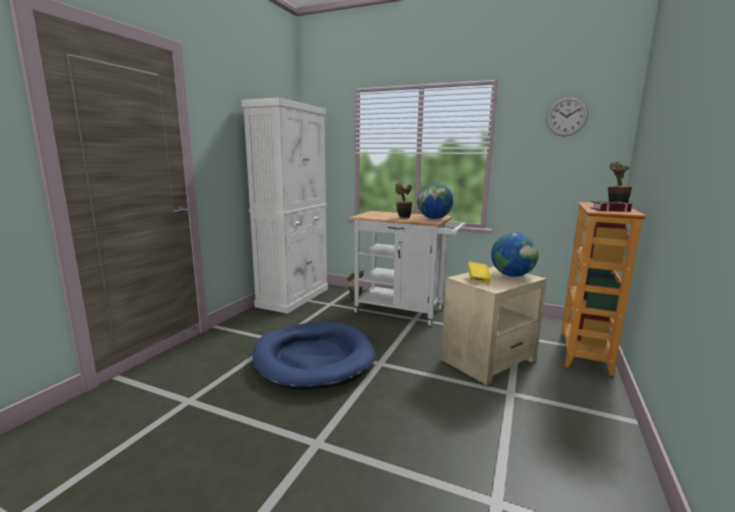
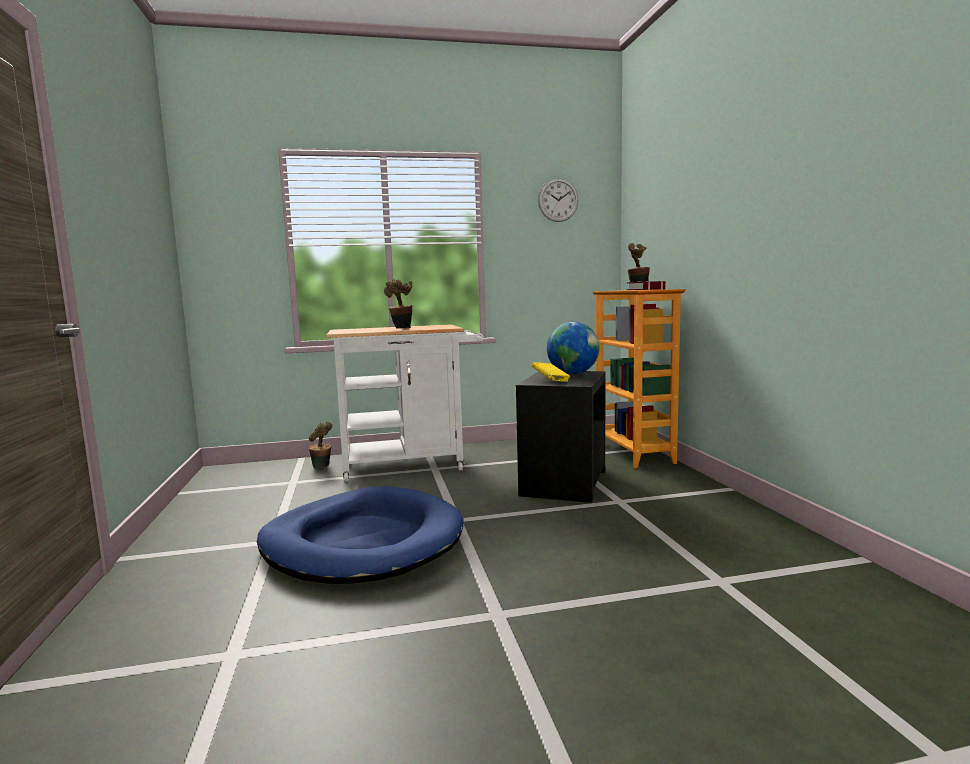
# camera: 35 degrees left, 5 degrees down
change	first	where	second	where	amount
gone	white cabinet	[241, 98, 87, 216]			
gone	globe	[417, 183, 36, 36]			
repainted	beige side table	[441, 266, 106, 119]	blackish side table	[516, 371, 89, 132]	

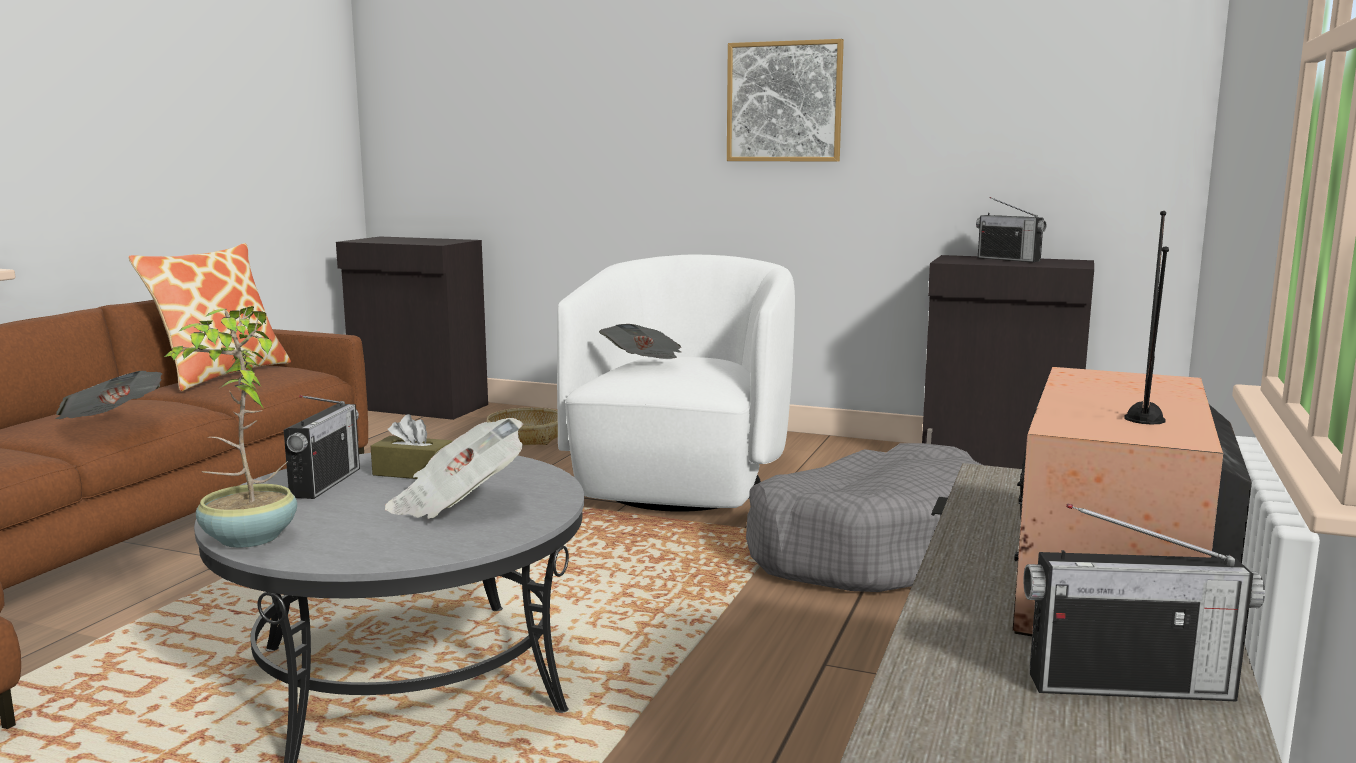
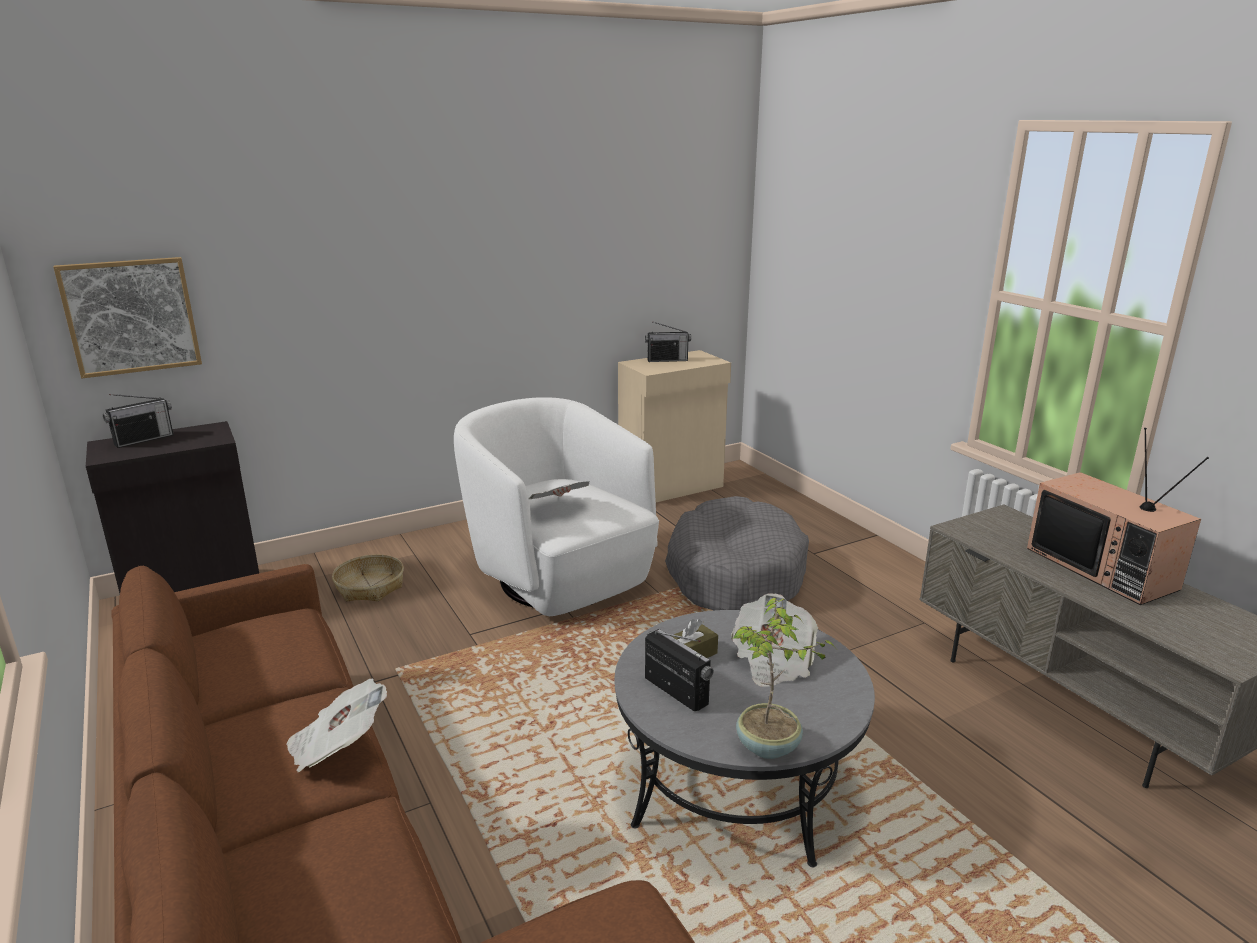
# camera: 50 degrees left, 10 degrees up
change	first	where	second	where	amount
shifted	picture	[727, 39, 117, 123]		[54, 257, 148, 121]	
gone	pillow	[128, 243, 163, 148]			
repainted	blackish cabinet	[922, 255, 172, 214]	beige cabinet	[618, 350, 113, 152]	
shifted	radio set	[1023, 504, 242, 198]		[103, 394, 71, 54]	

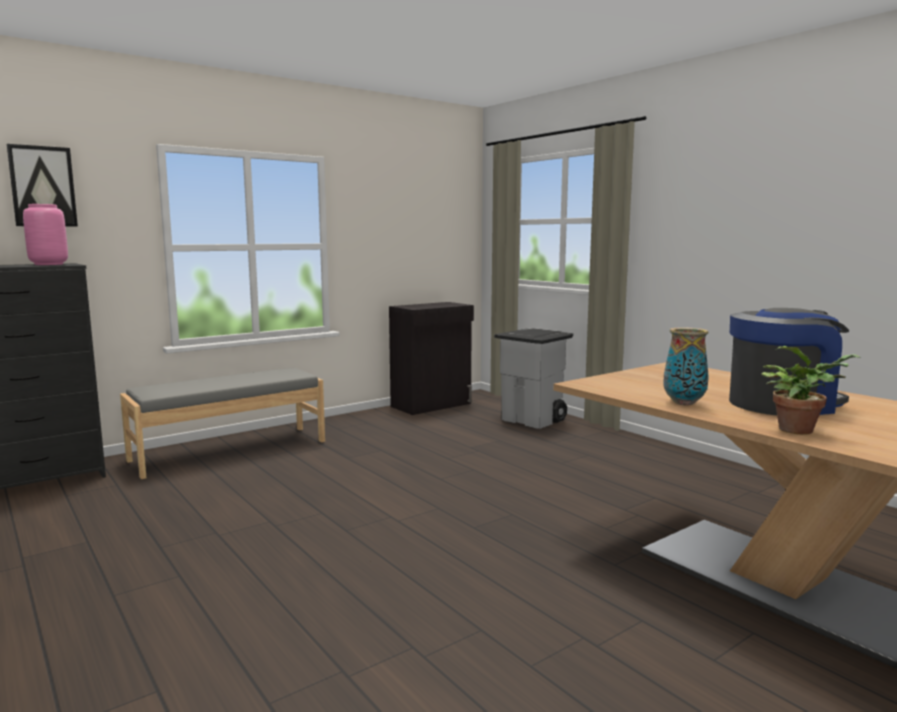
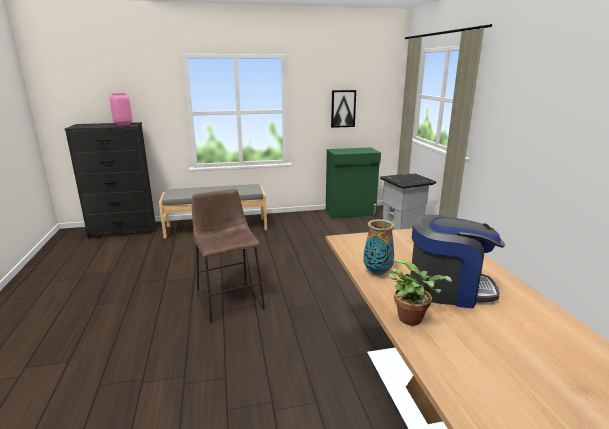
# camera: 25 degrees right, 10 degrees up
change	first	where	second	where	amount
shifted	picture	[7, 144, 71, 83]		[331, 90, 25, 38]	
repainted	blackish cabinet	[389, 302, 85, 113]	green-coloured cabinet	[326, 147, 55, 72]	
new			brown-coloured stool	[192, 189, 73, 134]	

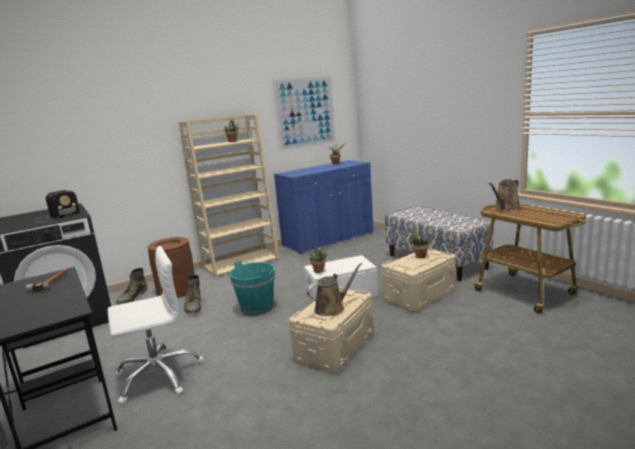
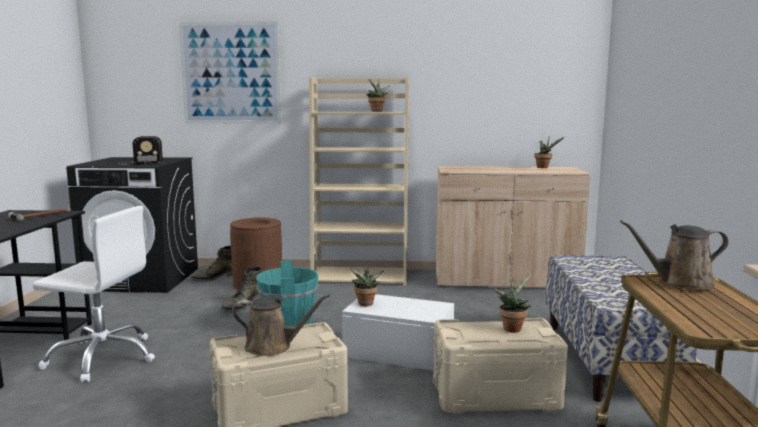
# camera: 35 degrees right, 5 degrees down
change	first	where	second	where	amount
shifted	picture	[272, 76, 64, 75]		[179, 21, 102, 103]	
repainted	blue cabinet	[274, 160, 100, 94]	beige cabinet	[436, 166, 154, 121]	

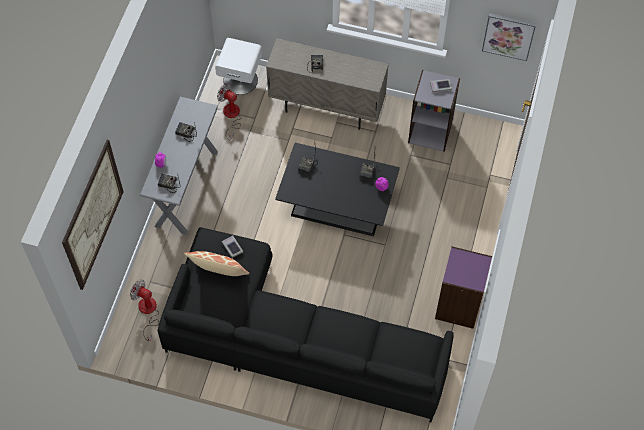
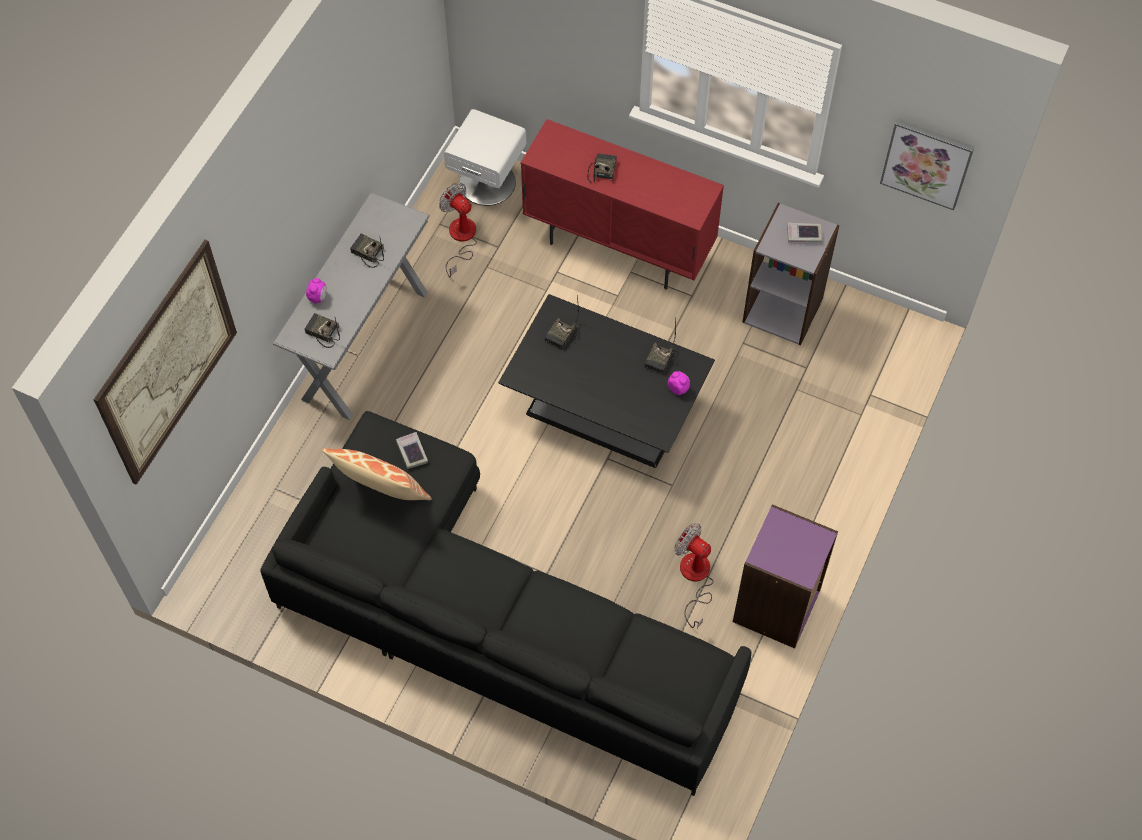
# camera: 10 degrees right, 0 degrees up
change	first	where	second	where	amount
repainted	beige cabinet	[266, 38, 123, 92]	red cabinet	[520, 119, 204, 171]	
shifted	cooling fan	[130, 280, 29, 62]		[674, 523, 40, 106]	

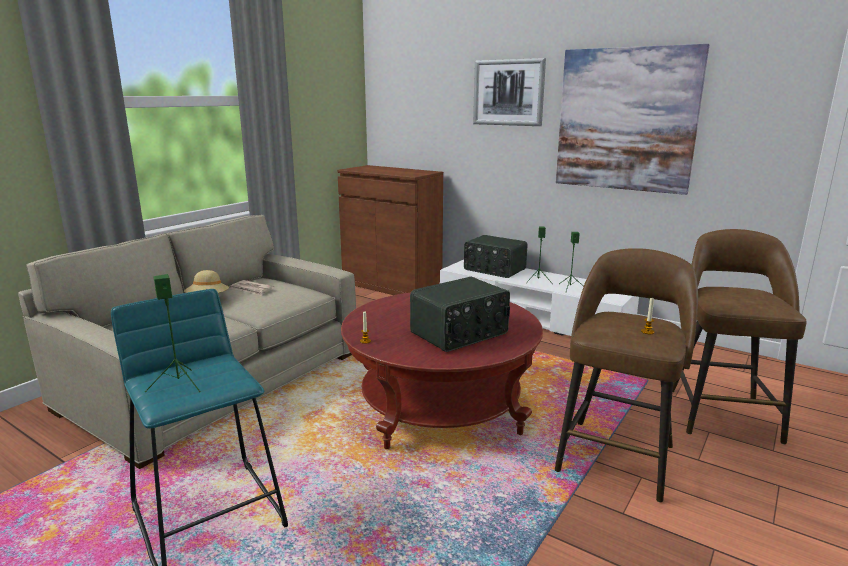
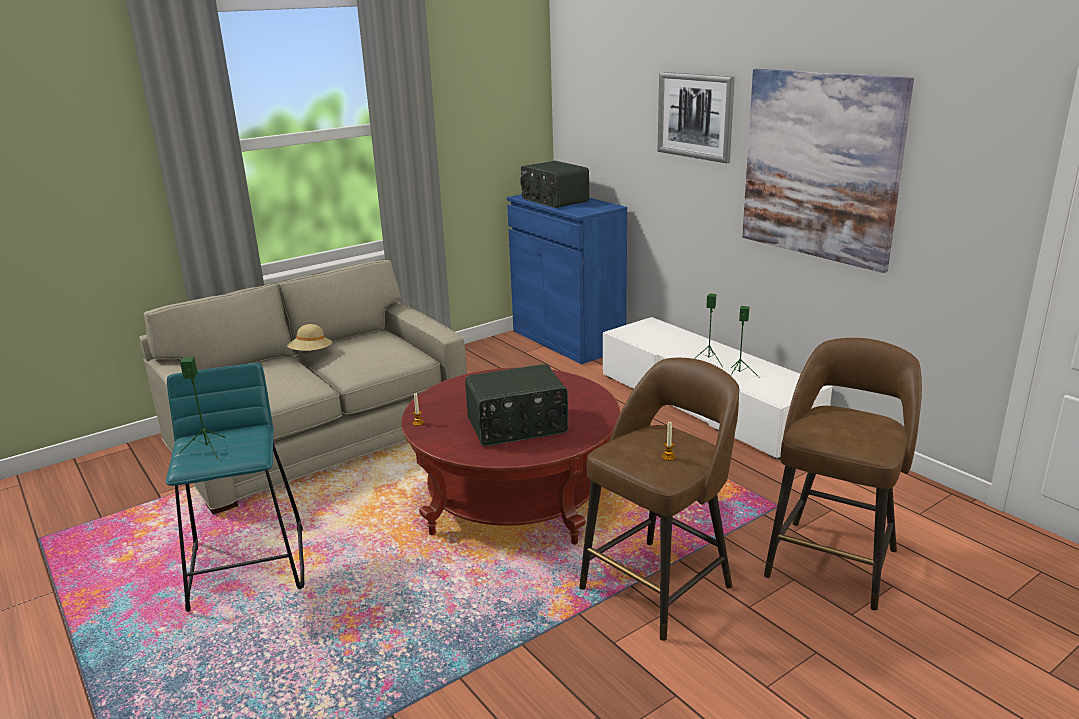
# camera: 20 degrees right, 5 degrees up
change	first	where	second	where	amount
repainted	brown-coloured cabinet	[337, 165, 106, 130]	blue cabinet	[507, 194, 120, 170]	
shifted	radio set	[464, 235, 63, 43]		[520, 161, 69, 47]	
gone	printed paper	[230, 280, 44, 16]			

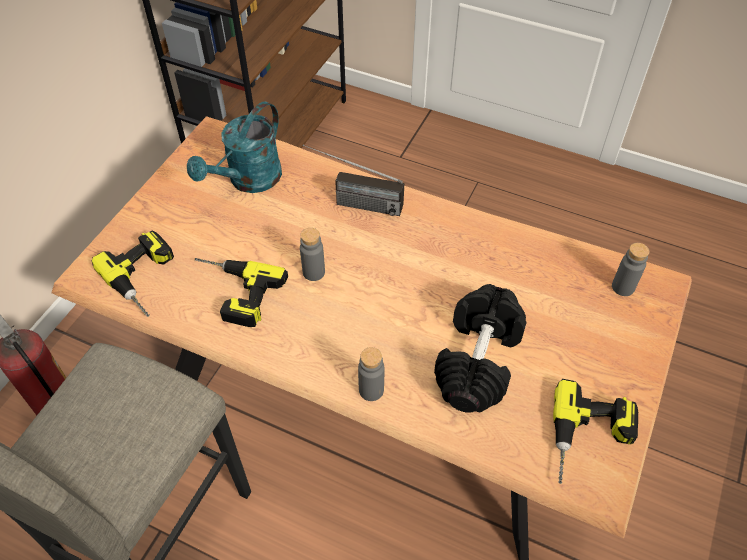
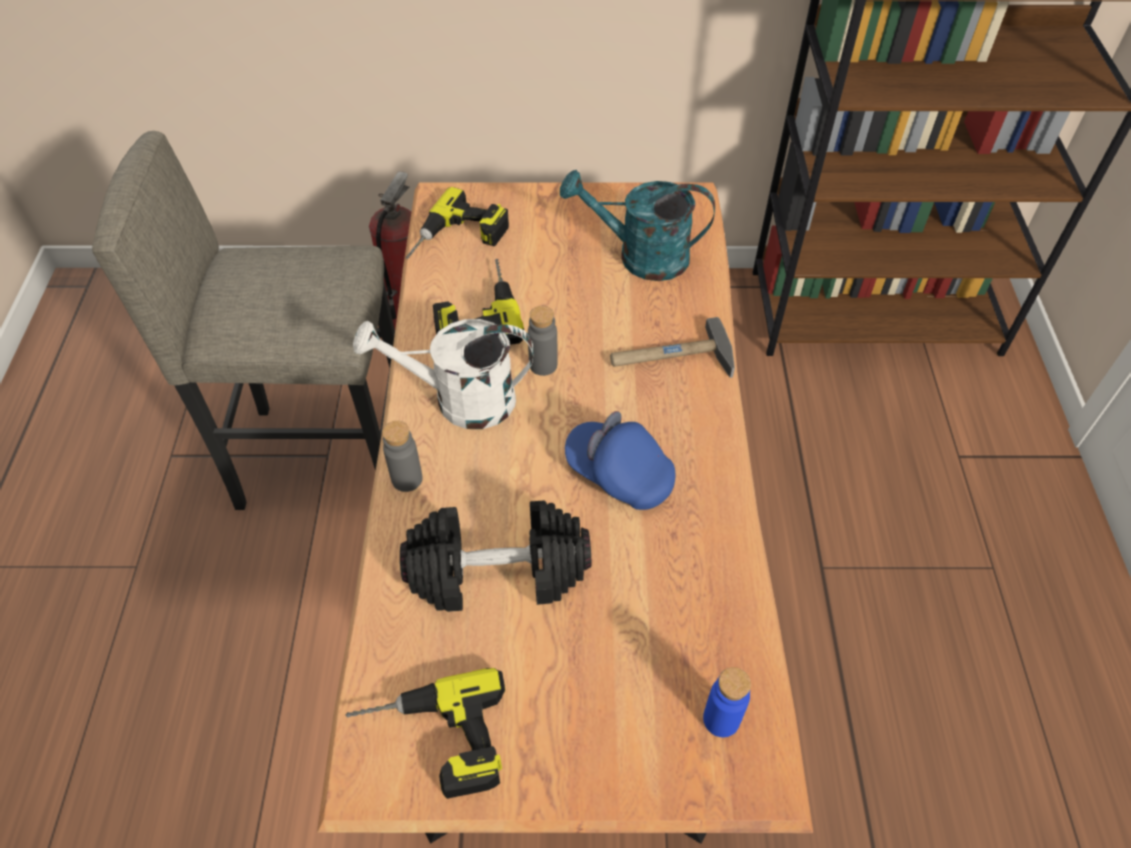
# camera: 65 degrees right, 0 degrees up
change	first	where	second	where	amount
swapped	radio set	[303, 145, 101, 71]	hand hammer	[610, 317, 125, 61]	
repainted	greyish bottle	[612, 243, 37, 53]	blue bottle	[703, 667, 48, 70]	
new			white watering can	[353, 319, 181, 110]	
new			blue peaked cap	[565, 411, 110, 99]	

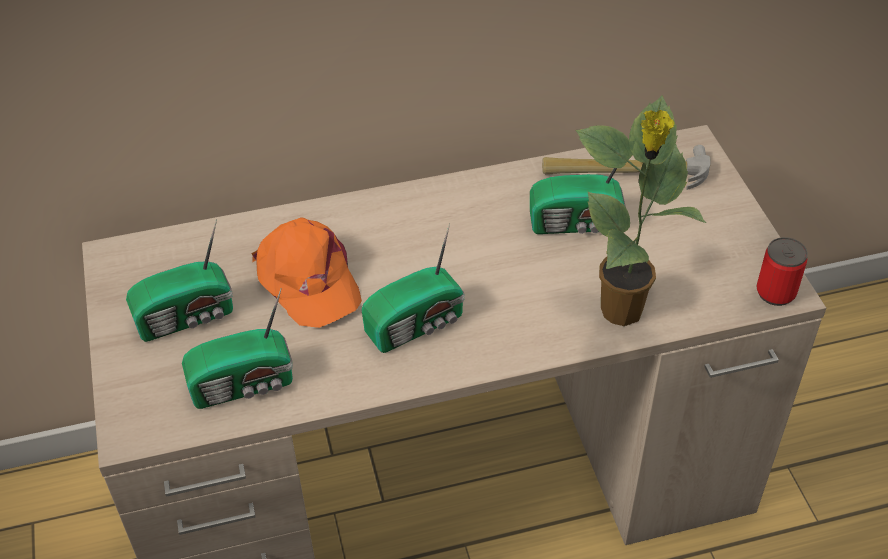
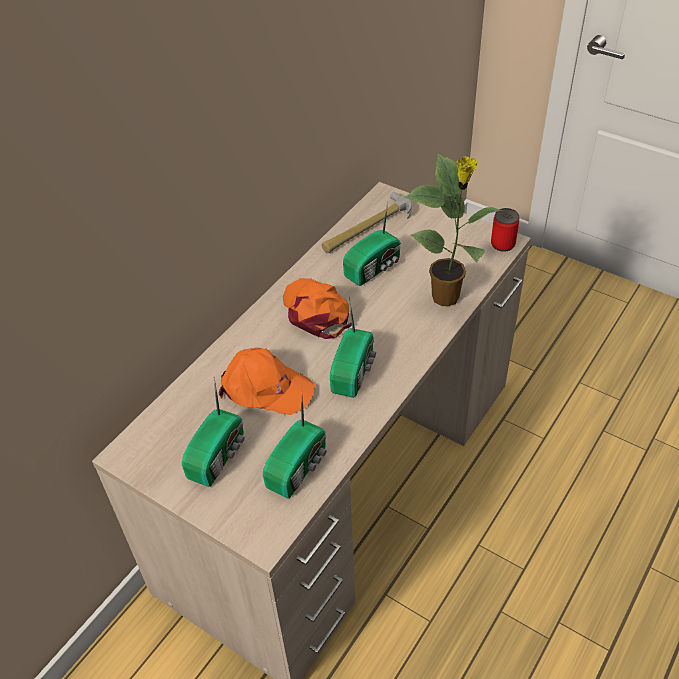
# camera: 40 degrees left, 0 degrees up
change	first	where	second	where	amount
new			orangey peaked cap	[283, 278, 69, 61]	

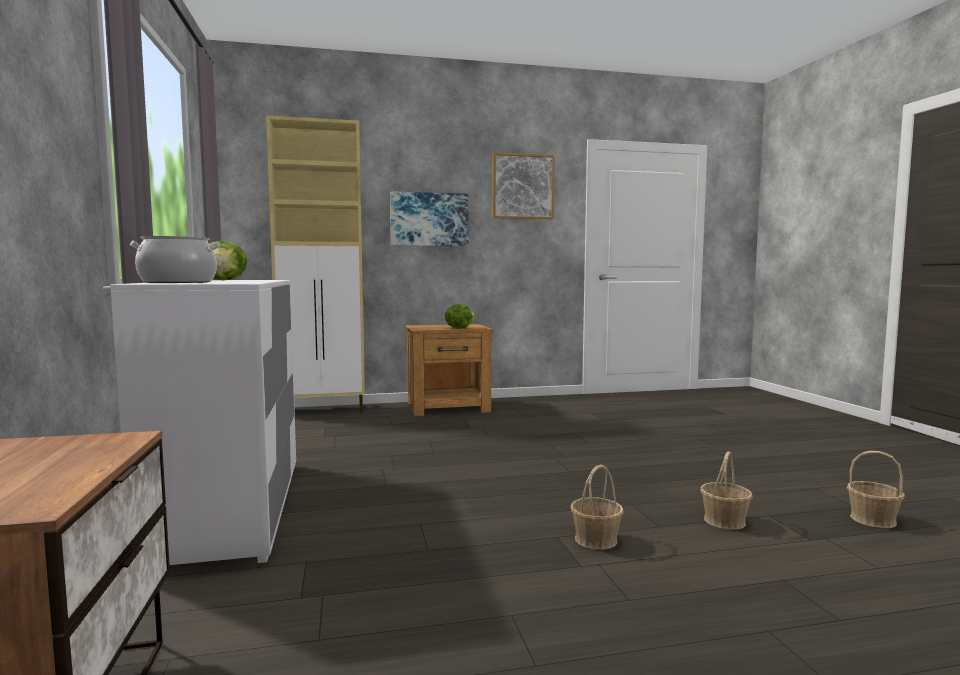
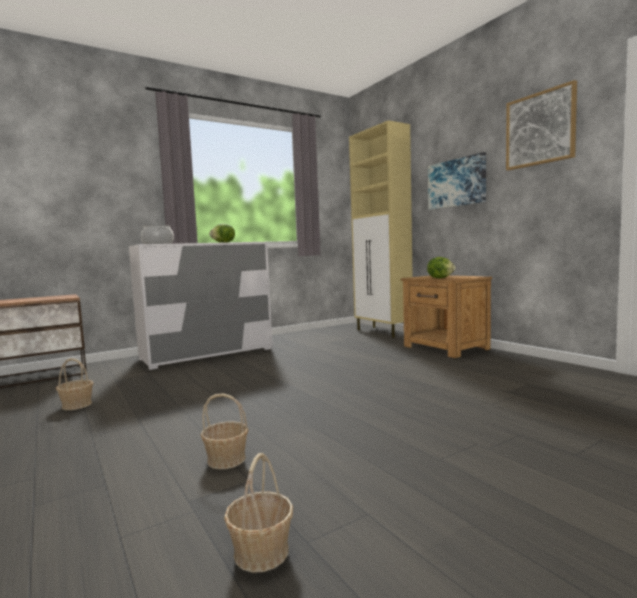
# camera: 70 degrees right, 0 degrees up
change	first	where	second	where	amount
shifted	storage basket	[571, 465, 53, 85]		[56, 358, 38, 52]	

